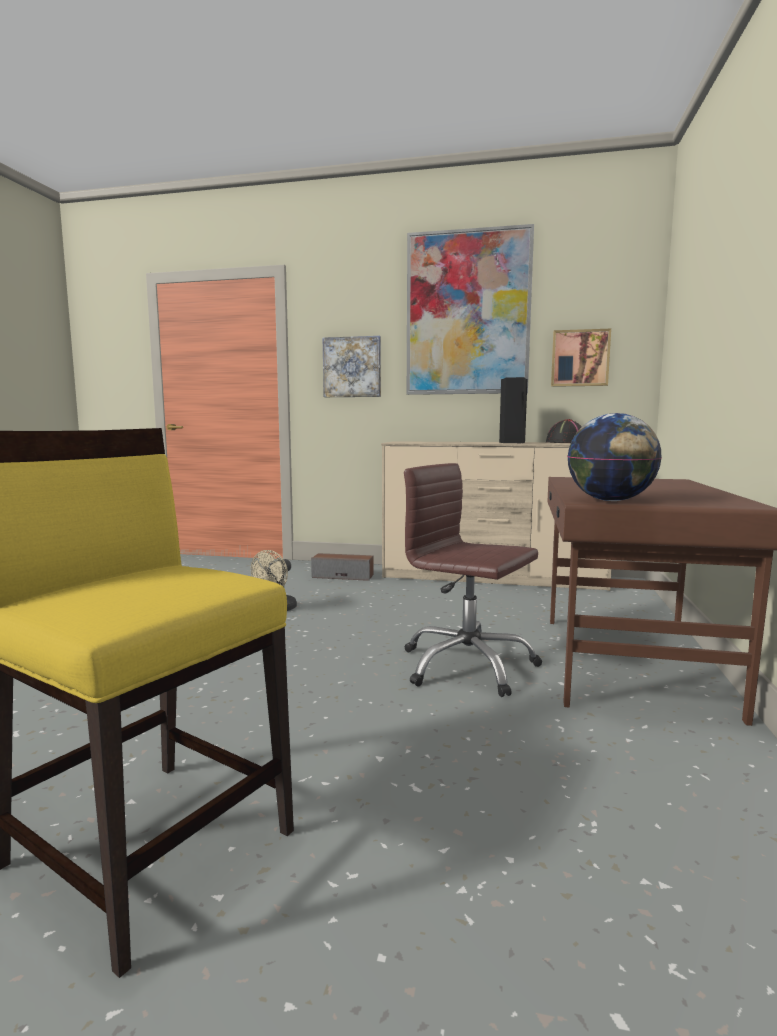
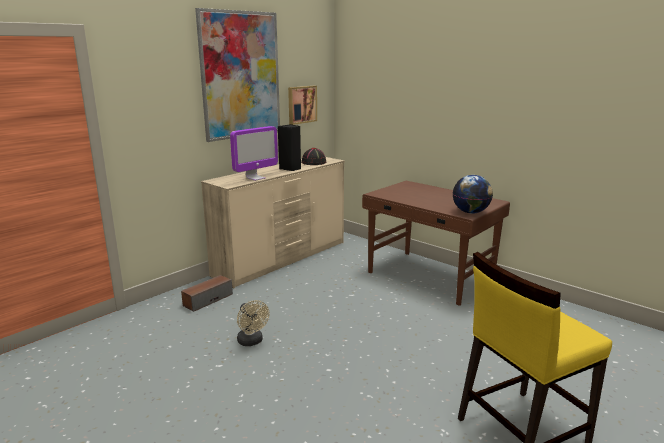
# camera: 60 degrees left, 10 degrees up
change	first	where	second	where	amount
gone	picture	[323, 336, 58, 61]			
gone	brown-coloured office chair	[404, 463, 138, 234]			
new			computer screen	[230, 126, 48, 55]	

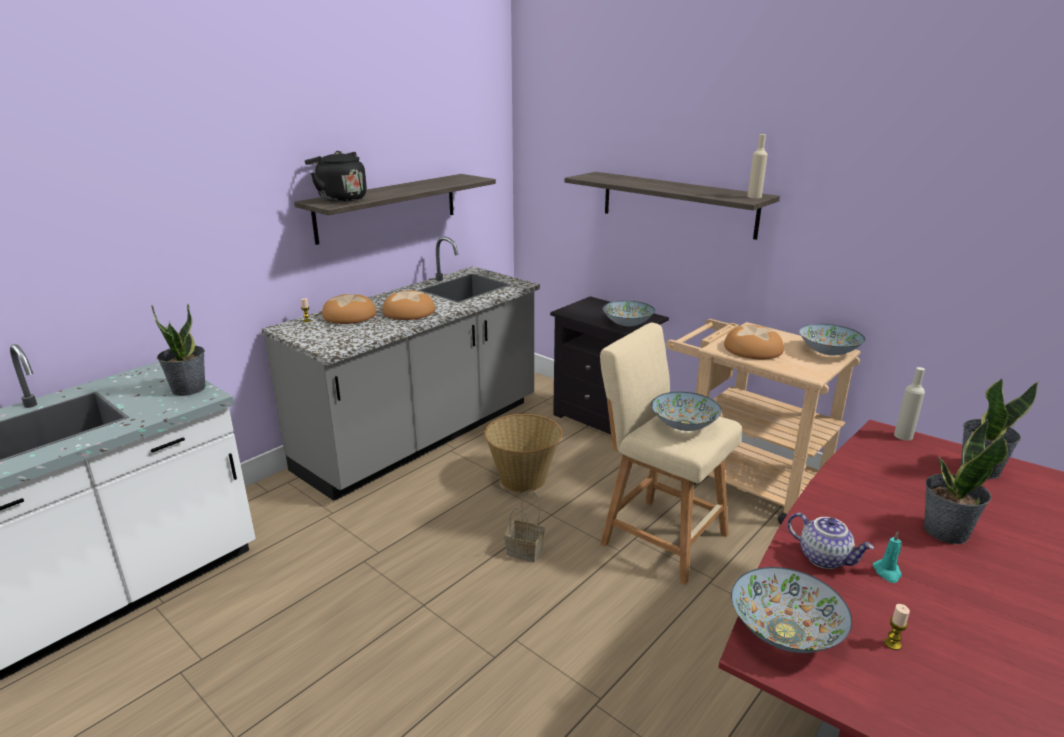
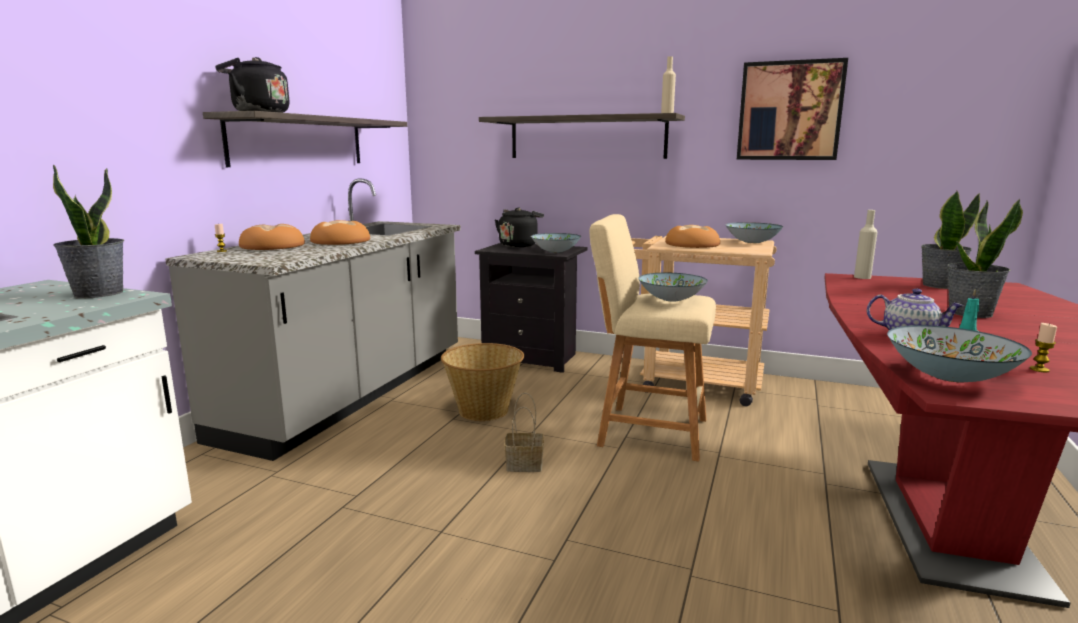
# camera: 20 degrees left, 10 degrees down
change	first	where	second	where	amount
new			picture	[737, 58, 111, 102]	
new			blackish kettle	[495, 208, 49, 39]	

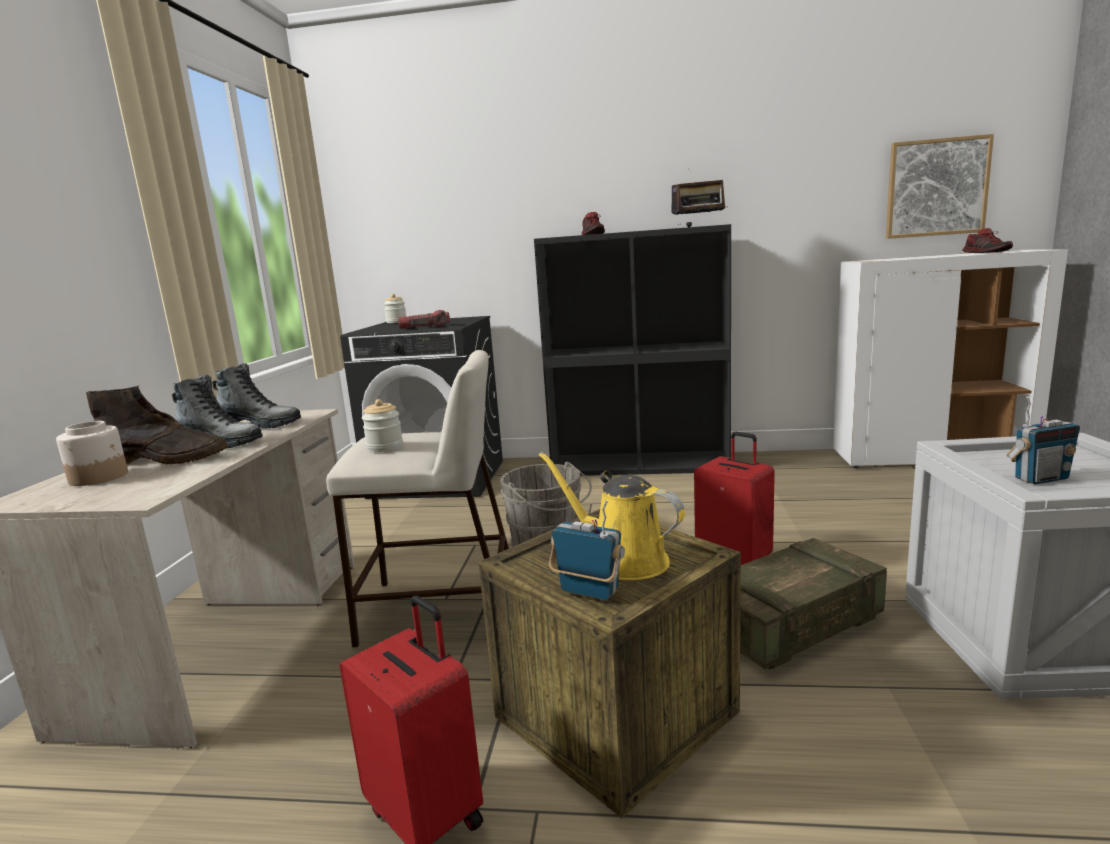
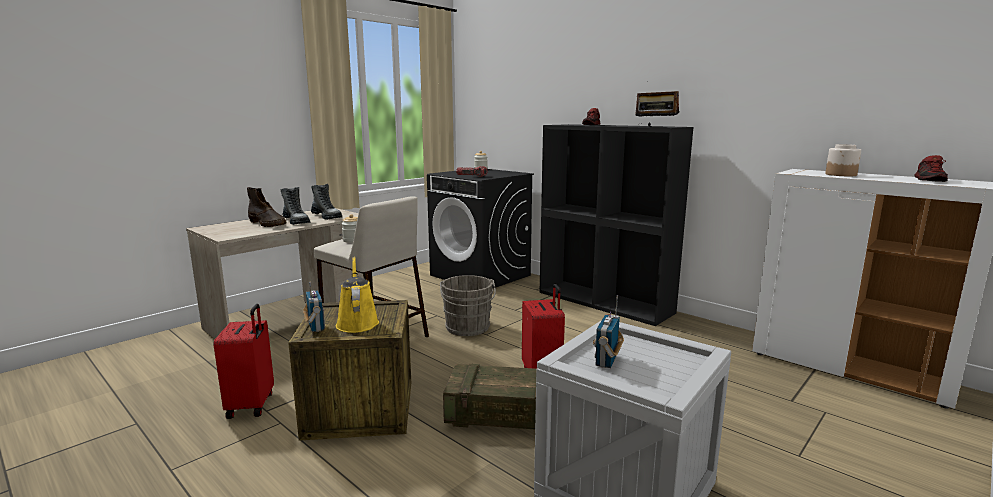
# camera: 35 degrees right, 0 degrees up
change	first	where	second	where	amount
gone	picture	[886, 134, 108, 105]			
rotated	radio set	[1007, 396, 73, 88]		[593, 295, 31, 73]	90 degrees clockwise
shifted	preserve jar	[56, 421, 72, 65]		[825, 144, 36, 32]	

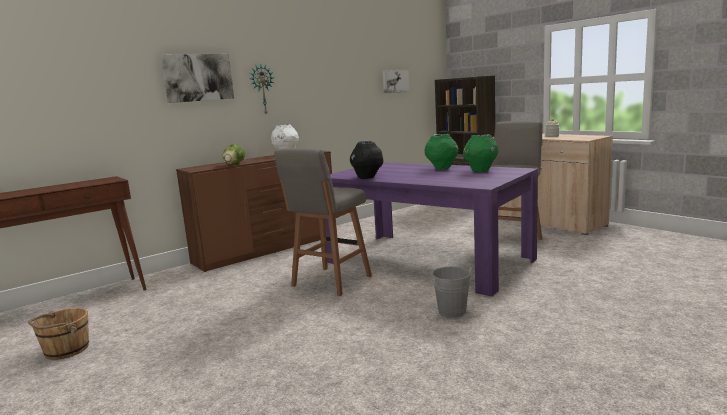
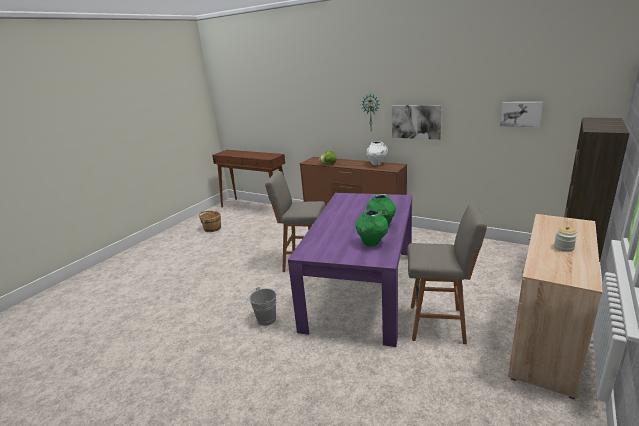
# camera: 70 degrees right, 10 degrees up
change	first	where	second	where	amount
shifted	picture	[161, 54, 73, 49]		[392, 105, 50, 35]	
gone	blackish decorative vase	[350, 141, 34, 38]			

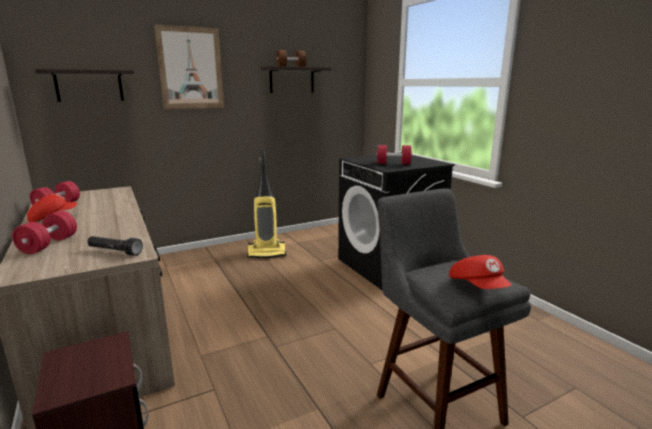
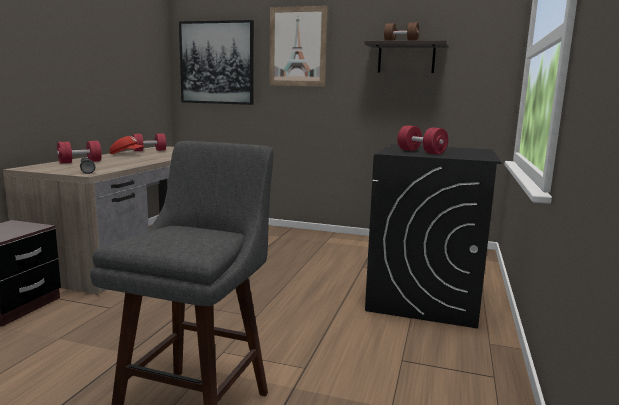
# camera: 45 degrees right, 5 degrees down
change	first	where	second	where	amount
swapped	shelf	[35, 69, 99, 33]	picture	[179, 20, 75, 85]	
gone	hoover	[247, 148, 39, 110]			
gone	red peaked cap	[449, 255, 63, 34]			

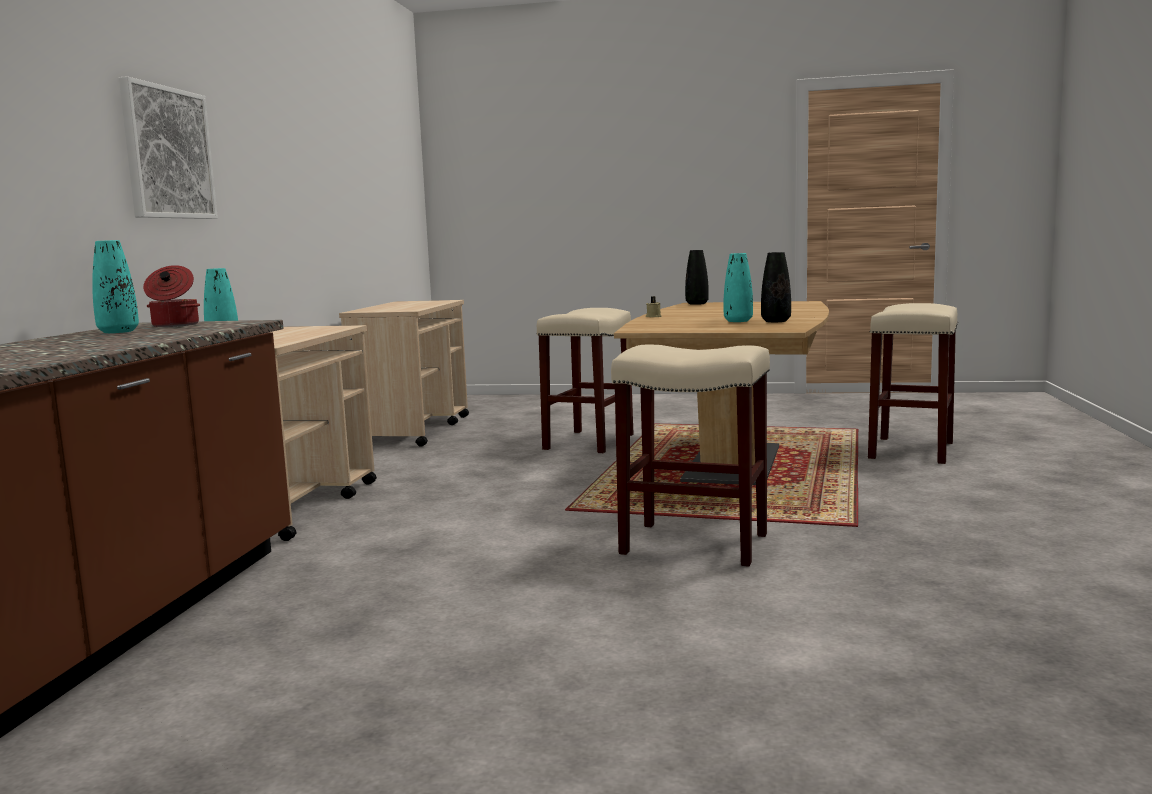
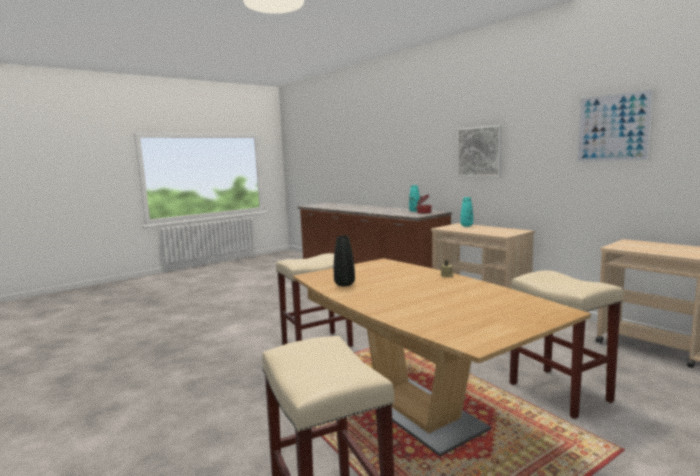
# camera: 130 degrees right, 0 degrees up
change	first	where	second	where	amount
gone	blackish decorative vase	[685, 250, 24, 55]			
gone	turquoise-coloured decorative vase	[723, 253, 30, 69]			
new			picture	[576, 87, 80, 76]	

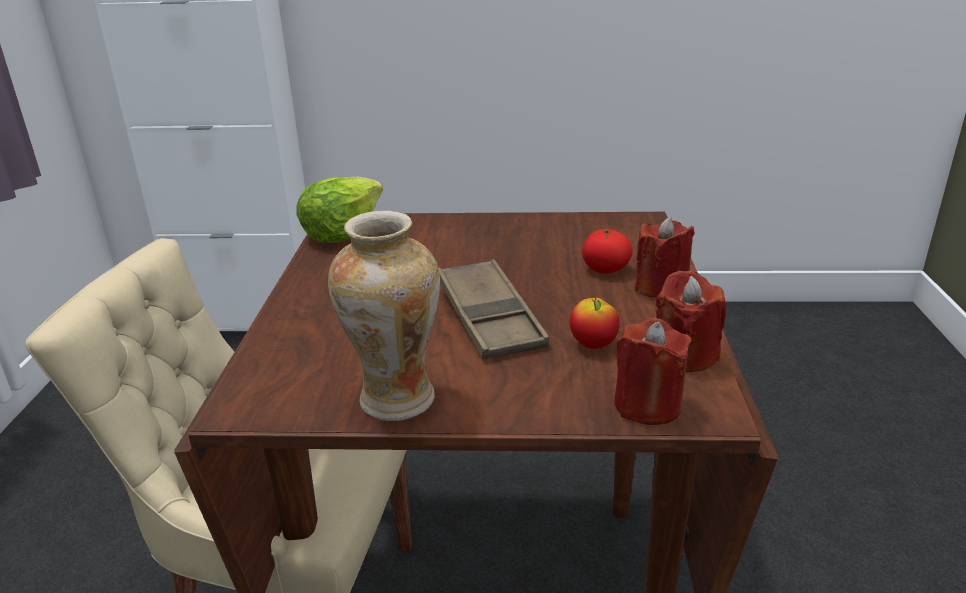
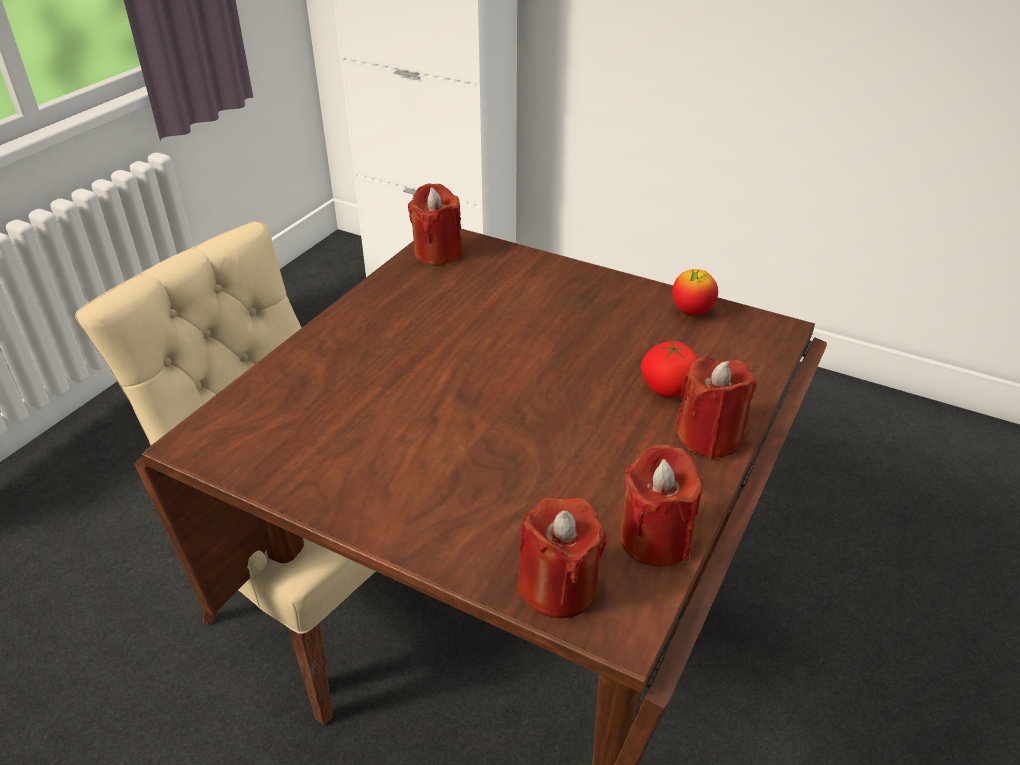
# camera: 25 degrees right, 10 degrees up
change	first	where	second	where	amount
swapped	head of lettuce	[296, 177, 87, 65]	red candle	[408, 184, 55, 81]	
gone	decorative vase	[328, 211, 112, 210]			
gone	brown-coloured tray	[438, 259, 111, 101]			
shifted	apple fruit	[570, 297, 50, 52]		[672, 269, 46, 46]	

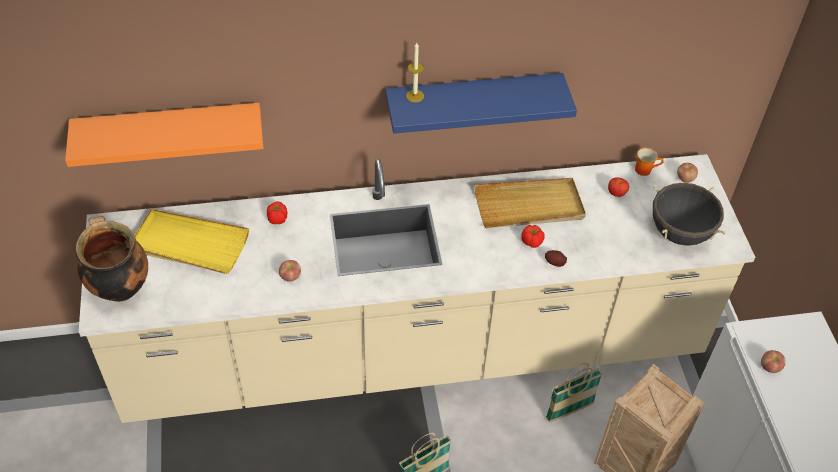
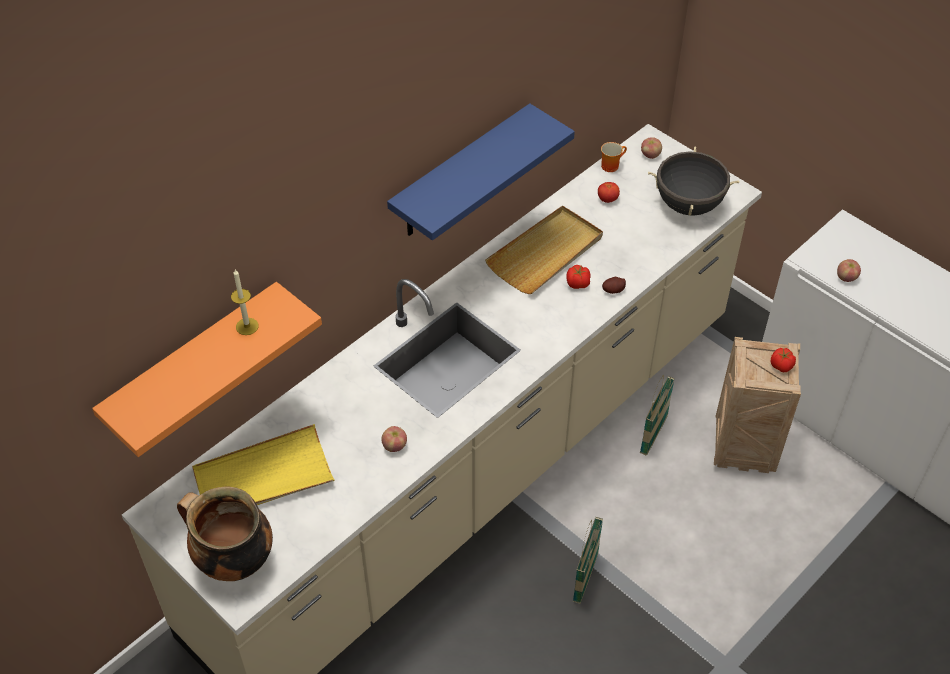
# camera: 35 degrees left, 0 degrees up
change	first	where	second	where	amount
shifted	candle	[406, 43, 18, 59]		[231, 269, 28, 66]	
shifted	tomato	[267, 201, 20, 23]		[771, 348, 25, 24]	

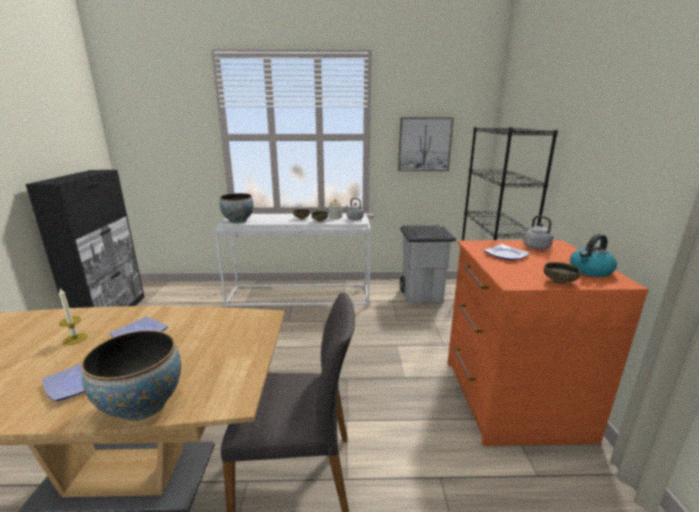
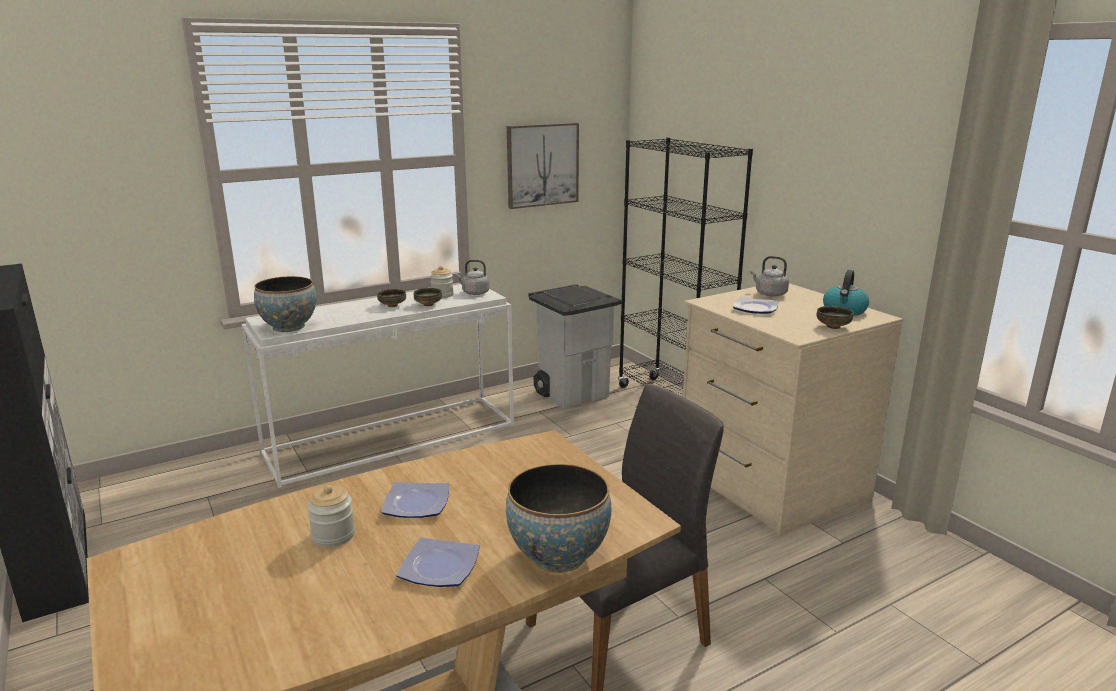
# camera: 30 degrees left, 0 degrees up
change	first	where	second	where	amount
repainted	orangey chest of drawers	[447, 240, 202, 206]	beige chest of drawers	[683, 283, 220, 253]	
swapped	candle	[59, 289, 29, 56]	preserve jar	[307, 485, 48, 62]	

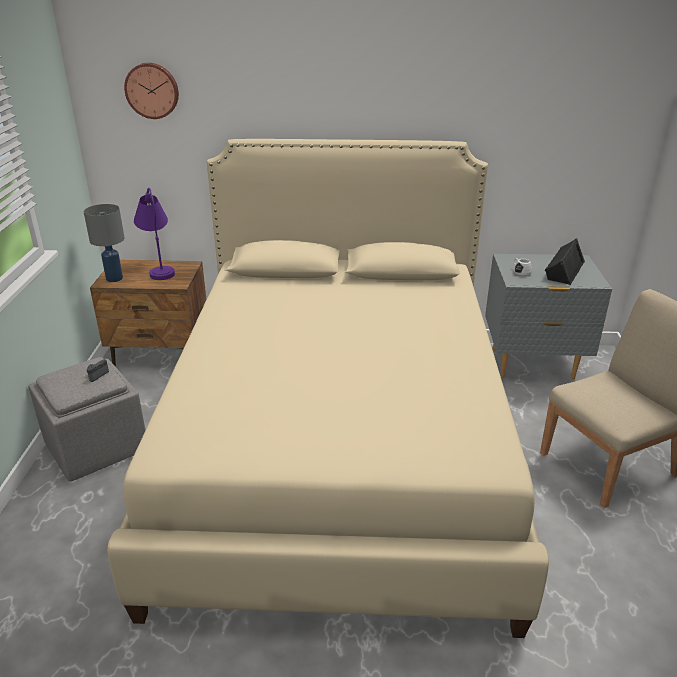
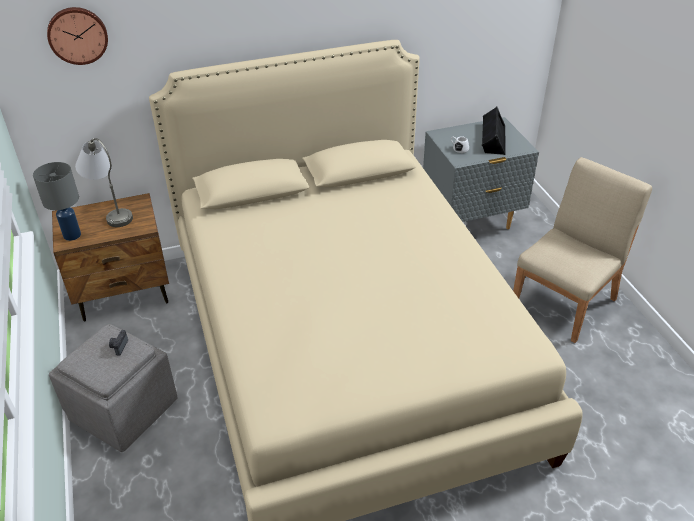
# camera: 20 degrees left, 10 degrees up
change	first	where	second	where	amount
repainted	purple lamp for a table	[134, 188, 41, 92]	greyish lamp for a table	[75, 138, 58, 89]	

